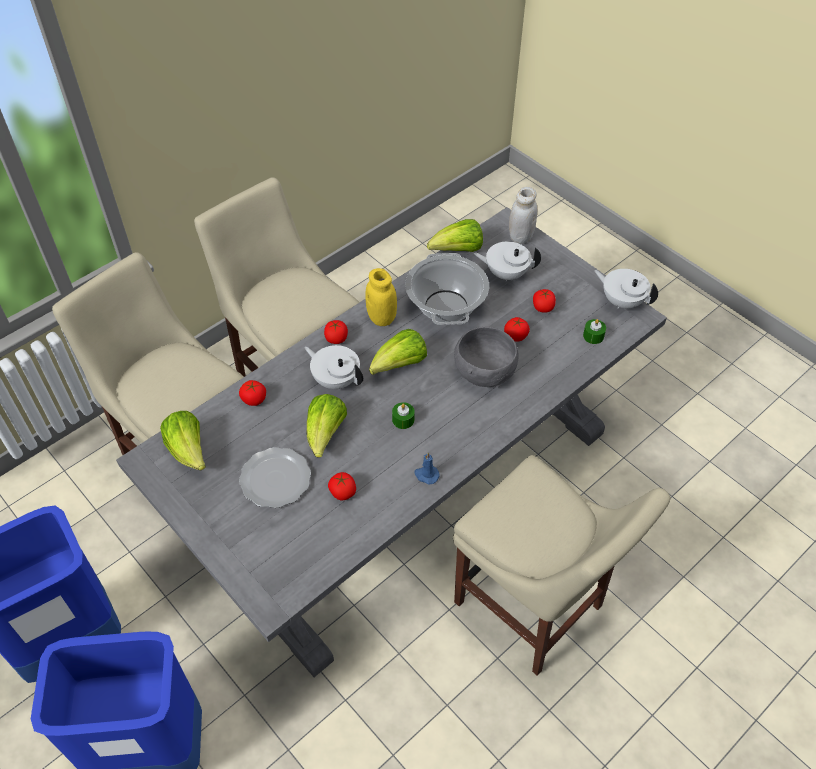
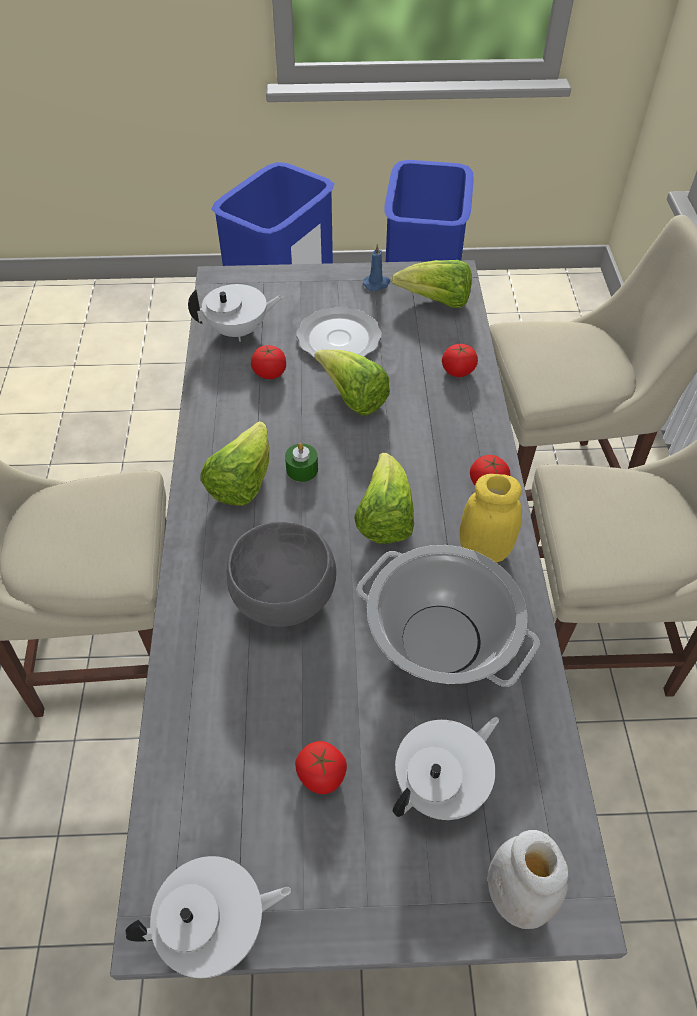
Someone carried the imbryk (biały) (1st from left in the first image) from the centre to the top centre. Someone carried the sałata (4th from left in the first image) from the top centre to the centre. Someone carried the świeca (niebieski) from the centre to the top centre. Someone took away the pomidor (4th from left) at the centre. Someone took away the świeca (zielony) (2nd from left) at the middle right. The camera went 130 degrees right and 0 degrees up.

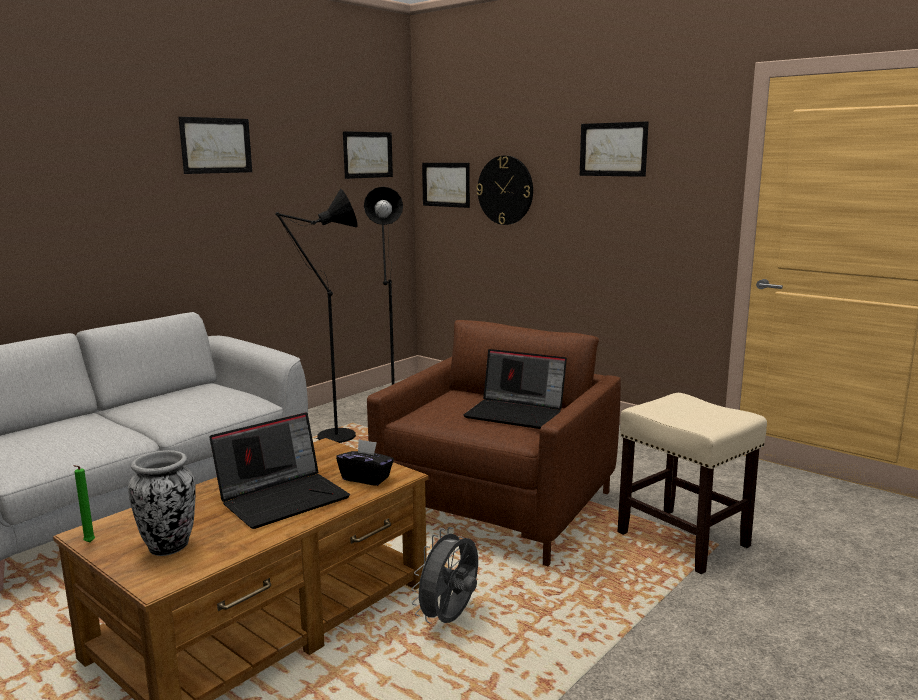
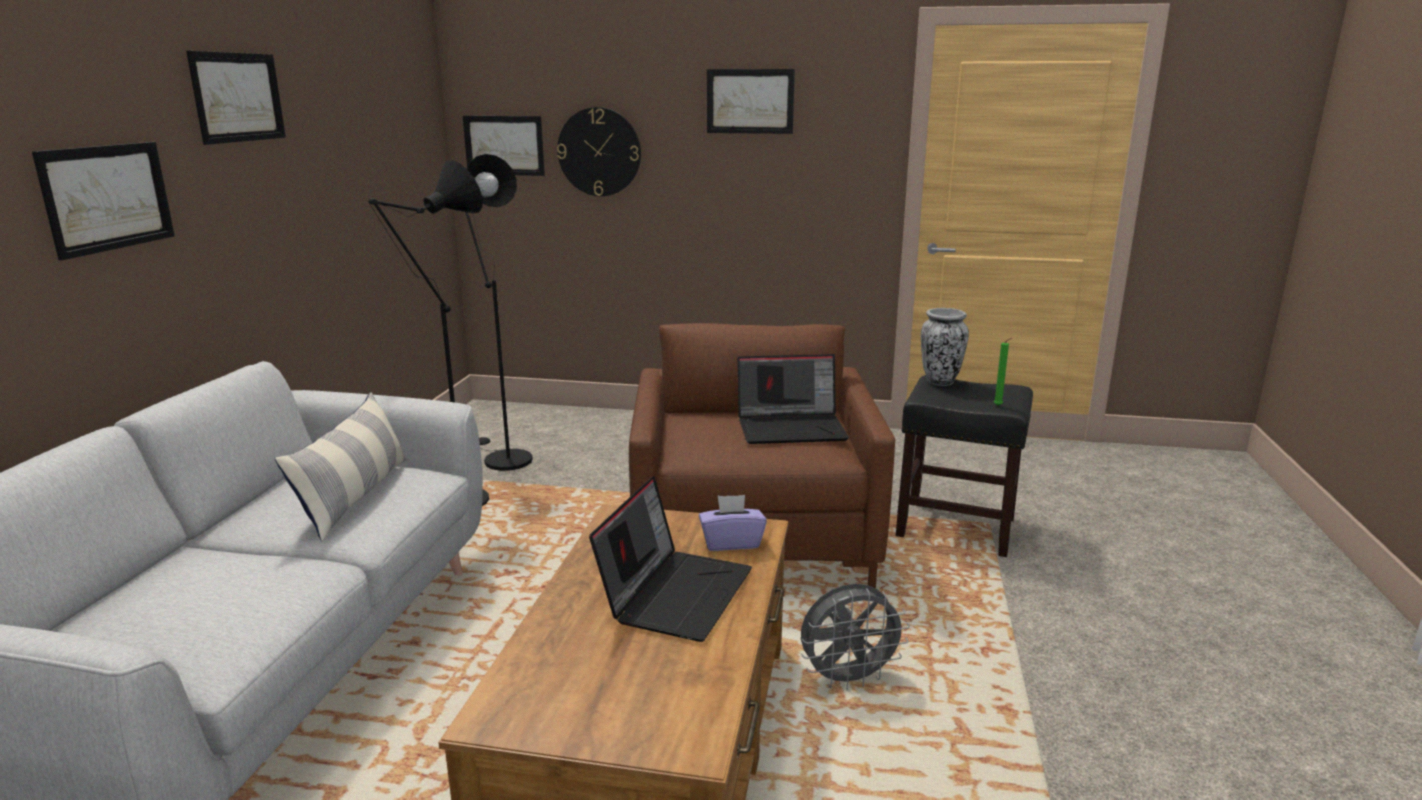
Someone carried the obraz (2nd from left in the first image) from the top centre to the top left. Someone put down the poduszka at the middle left. Someone repainted the pudełko chusteczek (czarny) at the centre, which became the pudełko chusteczek (fioletowy) at the centre. Someone rotated the wentylator (szary) at the bottom centre by 105 degrees counterclockwise. Someone repainted the stołek (beżowy) at the bottom right, which became the stołek (czarny) at the middle right. Someone carried the wazon from the bottom left to the centre. Someone carried the świeca (zielony) from the bottom left to the middle right. The camera went 30 degrees left and 5 degrees up.

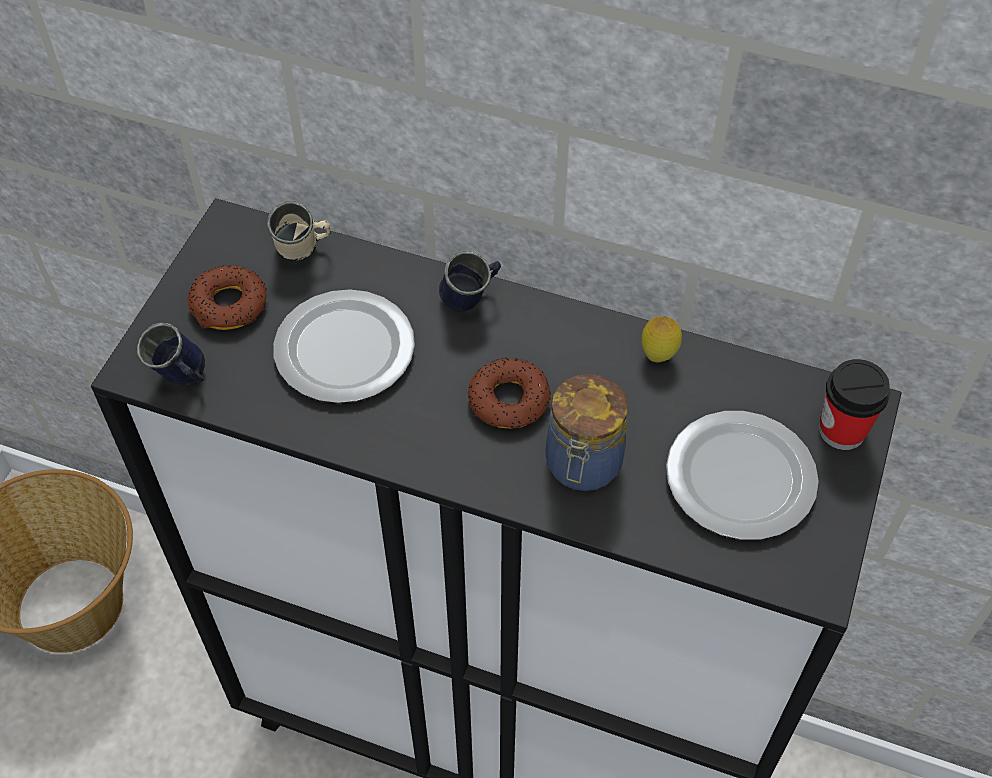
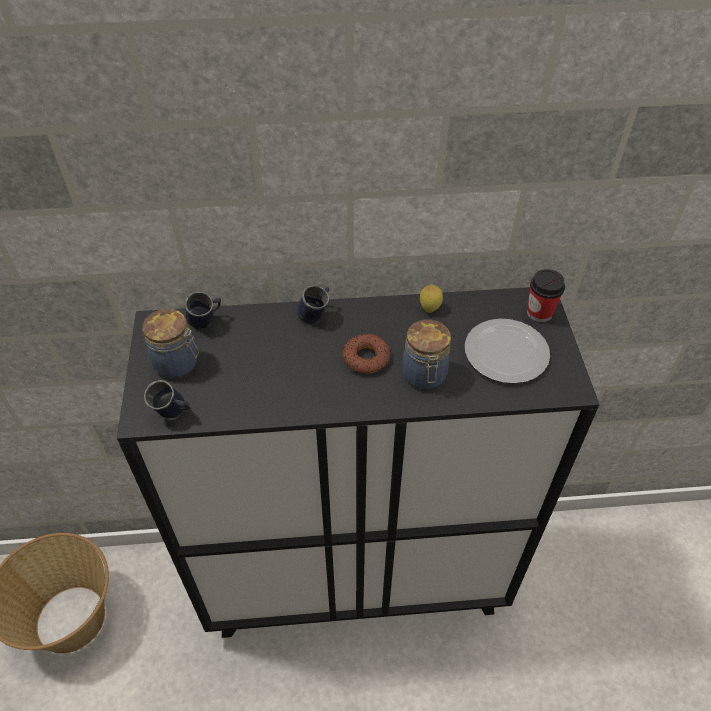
Someone swapped the donut (1st from left) at the middle left for the słoik (1st from left) at the middle left. Someone repainted the kubek (beżowy) at the top left, which became the kubek (niebieski) (2nd from left) at the middle left. Someone took away the talerz (1st from left) at the centre. The camera went 25 degrees left and 5 degrees down.

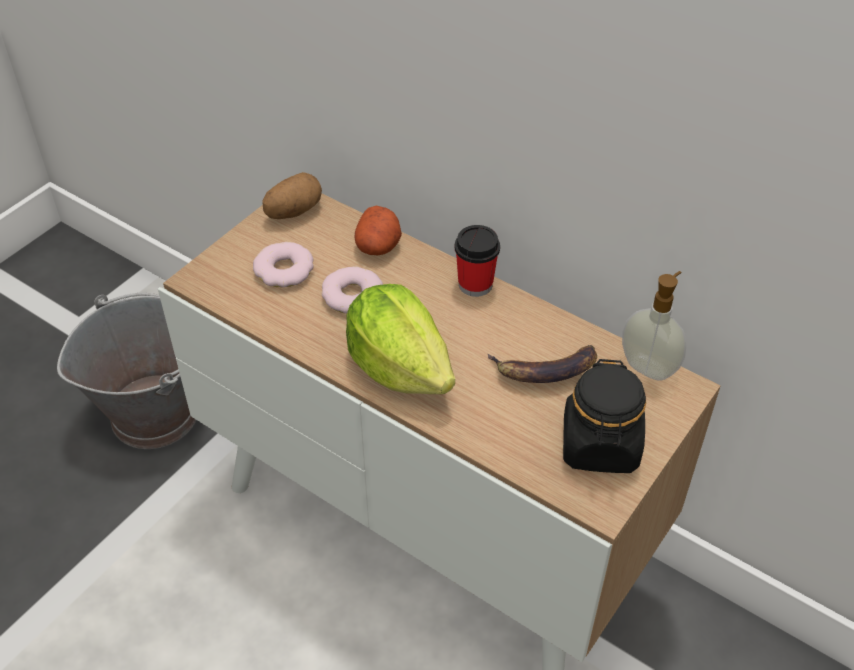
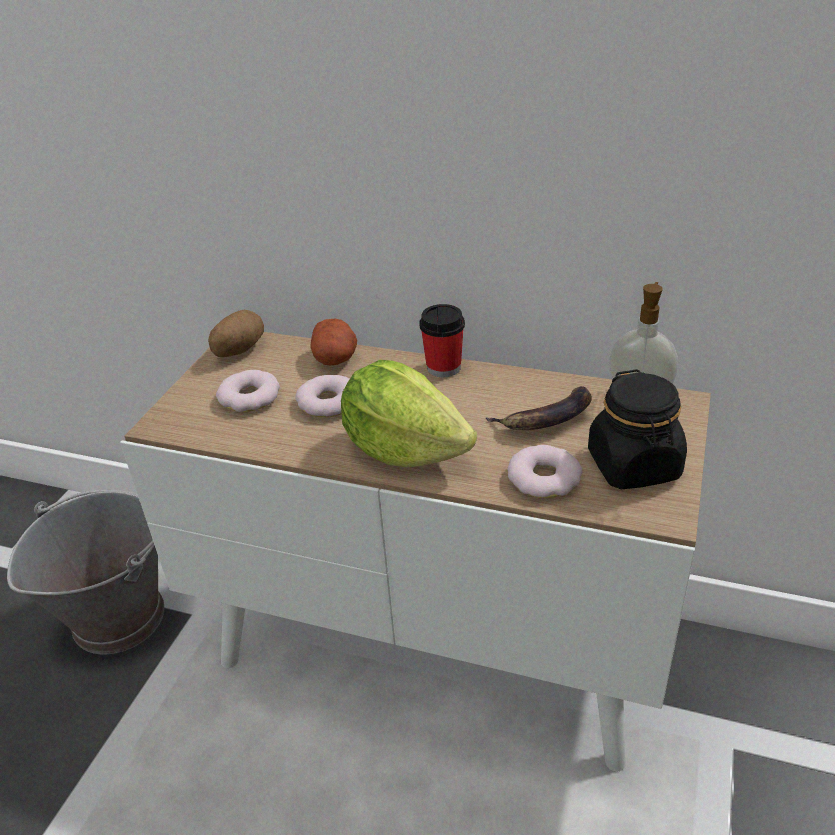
Someone put down the donut (3rd from left) at the centre. The camera went 15 degrees left and 10 degrees down.

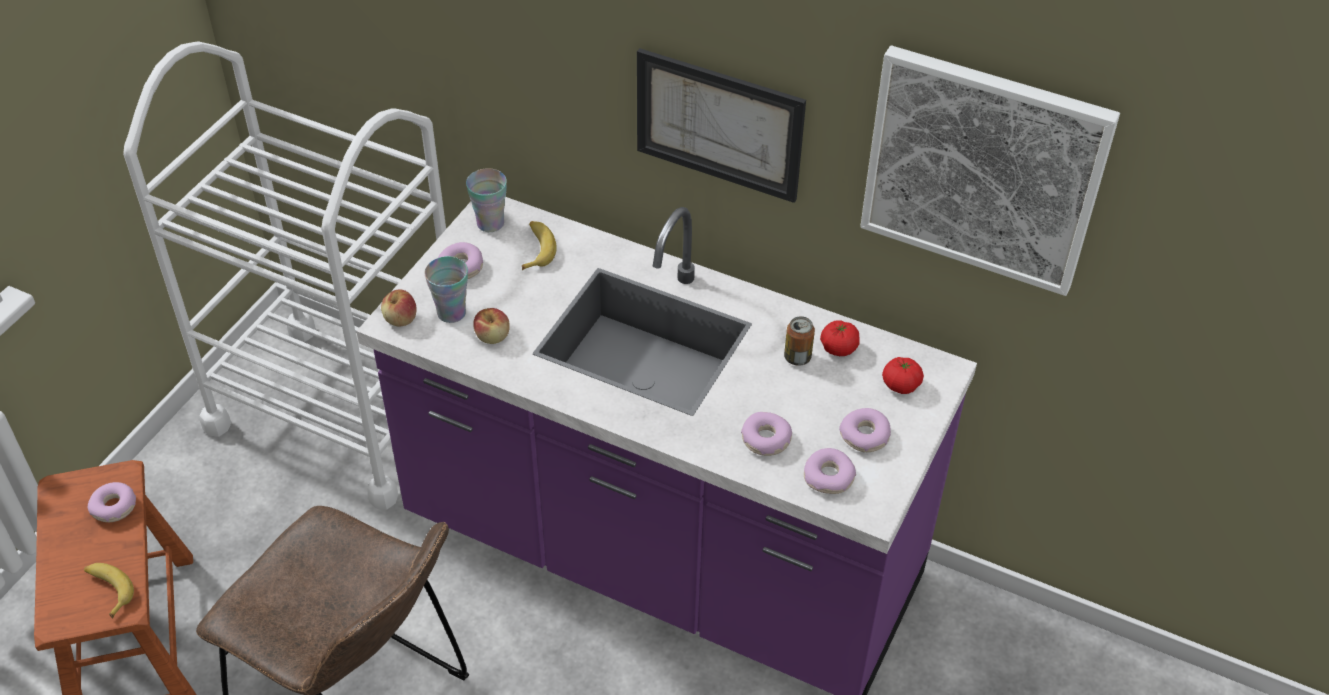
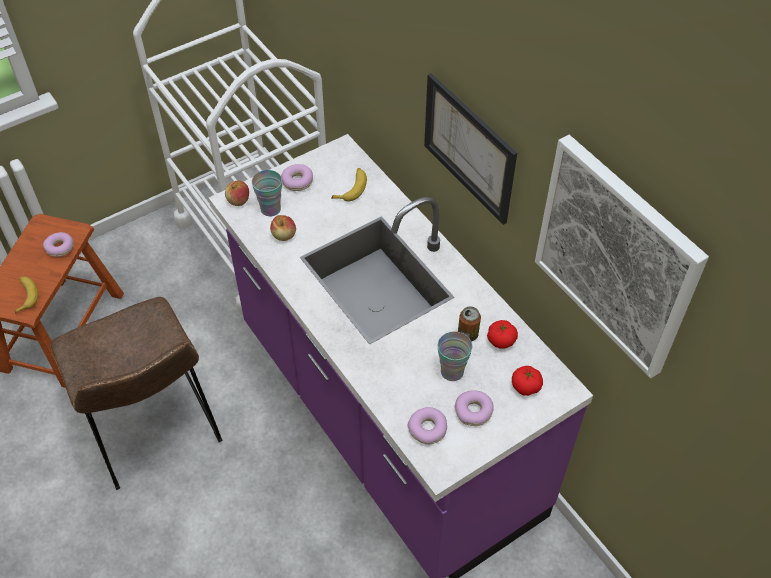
Someone carried the filiżanka (2nd from left) from the top centre to the centre. Someone took away the donut (3rd from left) at the centre. The camera went 30 degrees right and 5 degrees up.

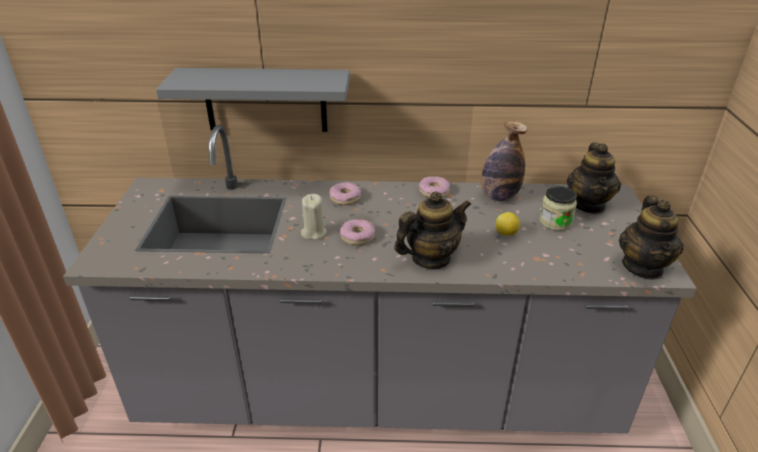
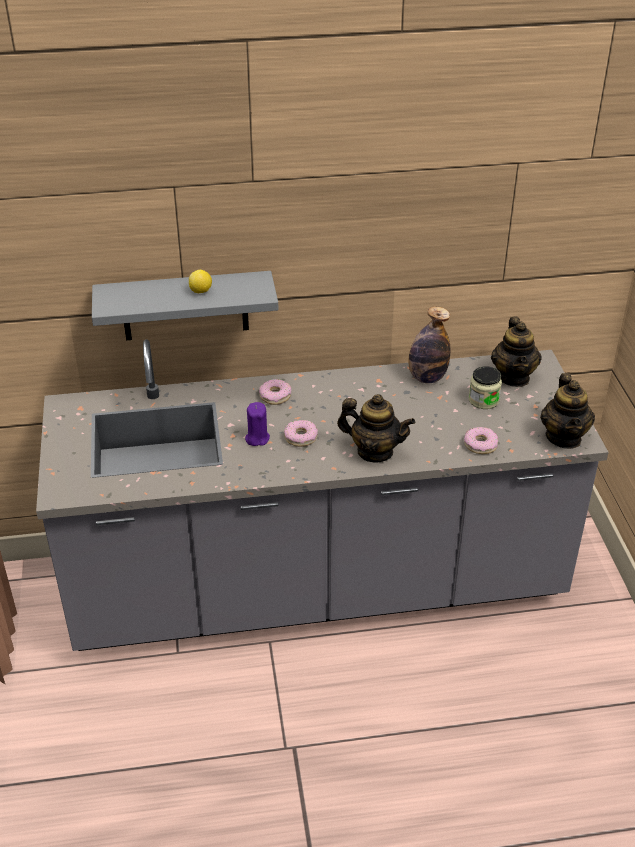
Someone carried the cytryna from the middle right to the top left. Someone repainted the świeca (beżowy) at the centre, which became the świeca (fioletowy) at the centre. Someone rotated the imbryk (1st from left) at the centre by 60 degrees clockwise. Someone carried the donut (3rd from left) from the centre to the middle right. The camera went 10 degrees left and 5 degrees up.

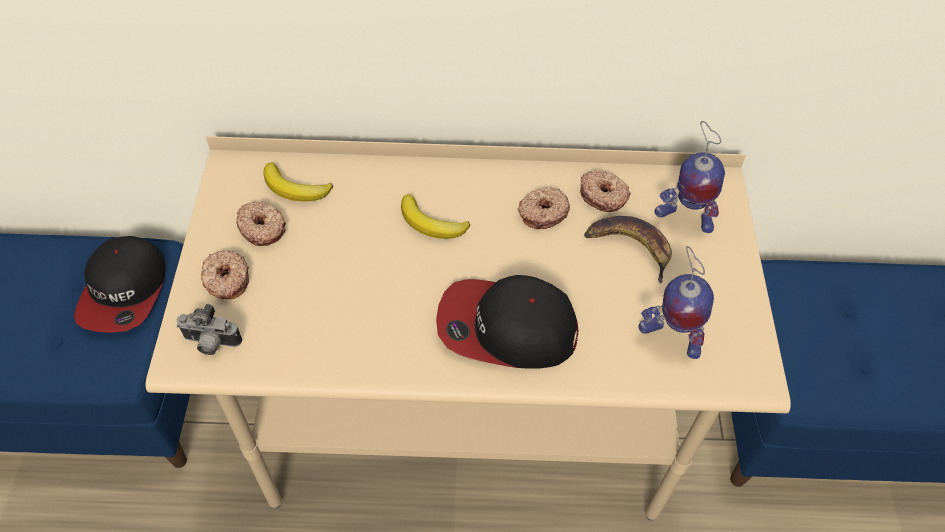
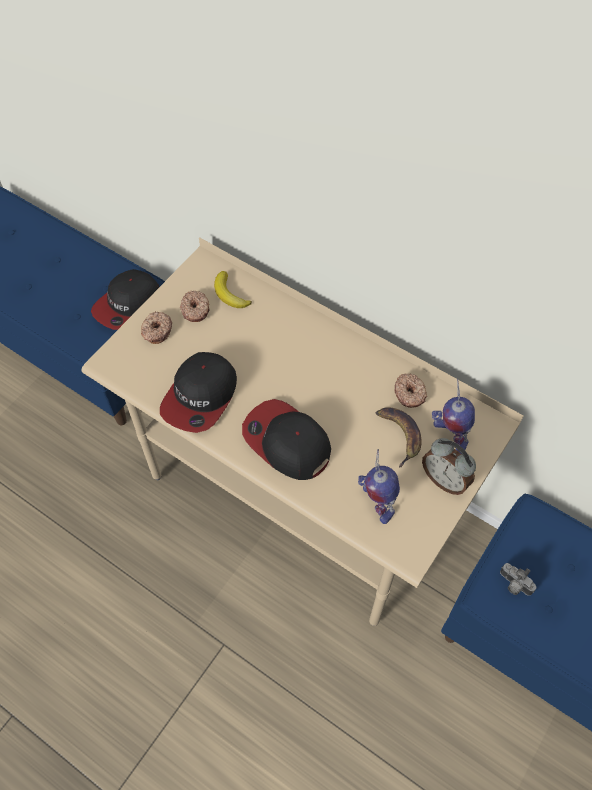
Someone put down the czapka z daszkiem (2nd from left) at the centre. Someone put down the budzik at the middle right. Someone carried the aparat fotograficzny from the middle left to the bottom right. Someone took away the banan (2nd from left) at the centre. Someone took away the donut (3rd from left) at the centre. The camera went 35 degrees right and 5 degrees up.

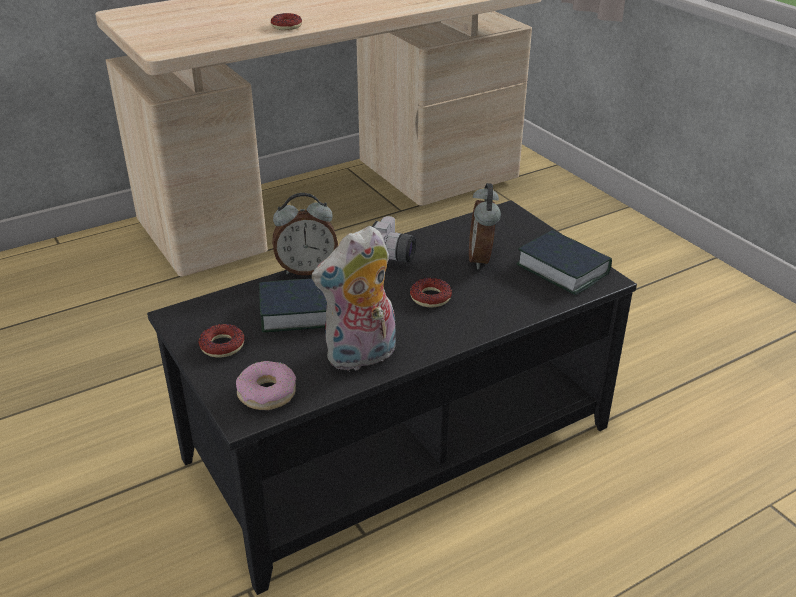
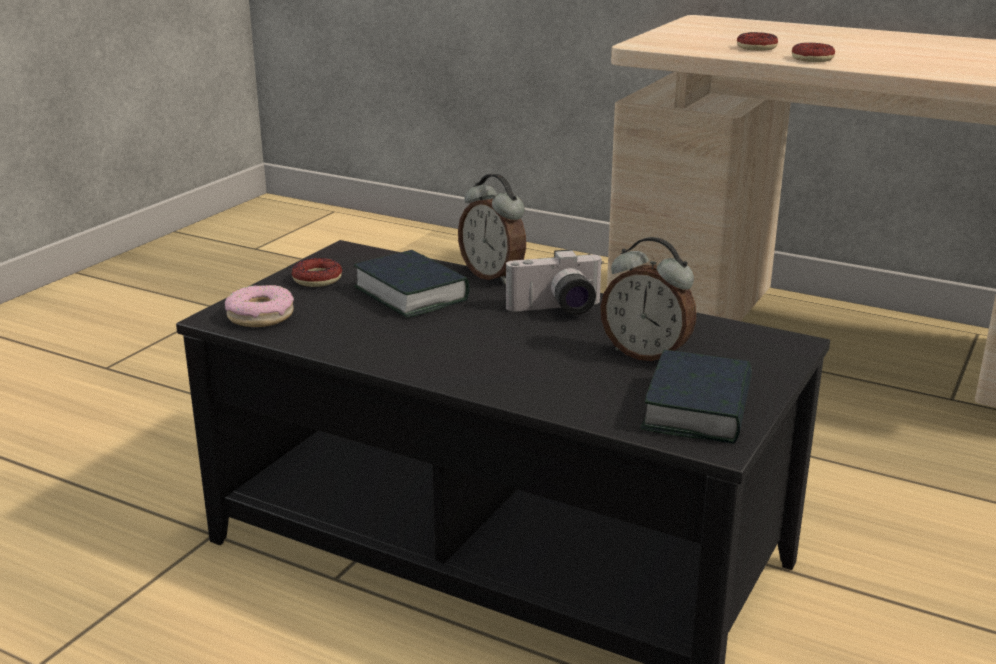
Someone rotated the budzik (2nd from left) at the centre by 120 degrees counterclockwise. Someone carried the donut (4th from left in the first image) from the centre to the top right. Someone took away the pluszak at the centre. The camera went 60 degrees right and 10 degrees down.

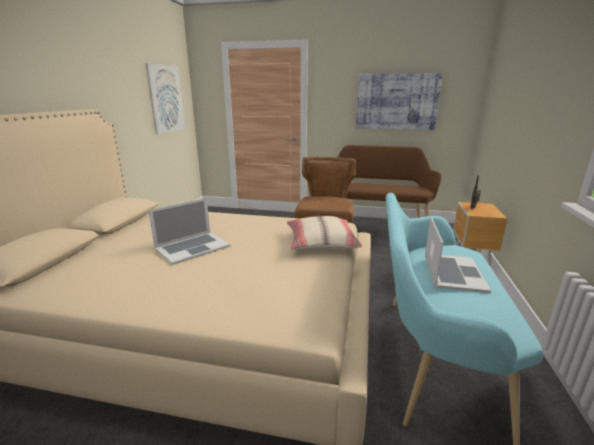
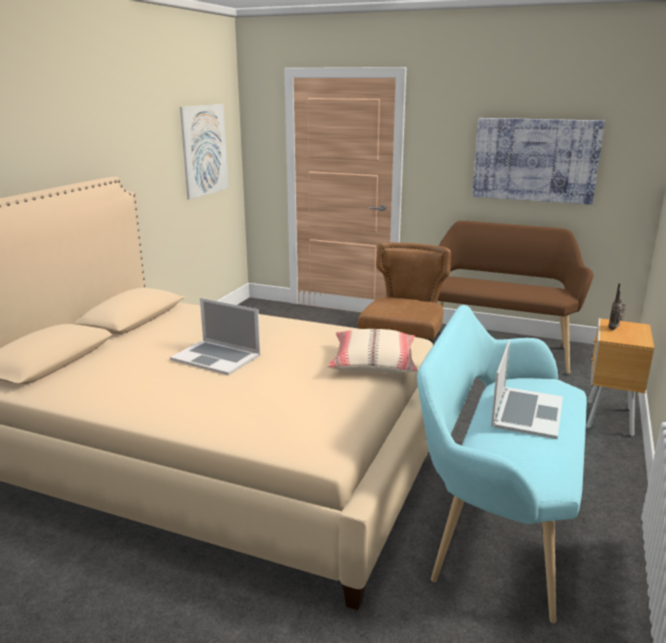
Someone rotated the laptop (1st from left) at the middle left by 60 degrees clockwise. The camera went 10 degrees right and 0 degrees up.

